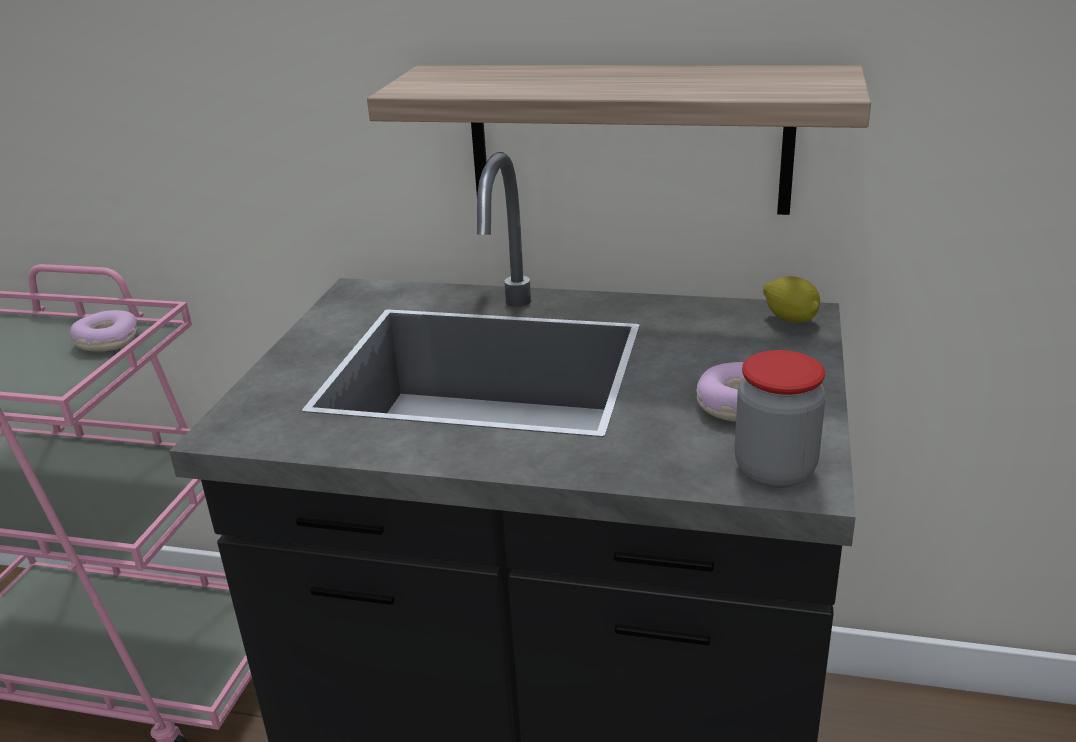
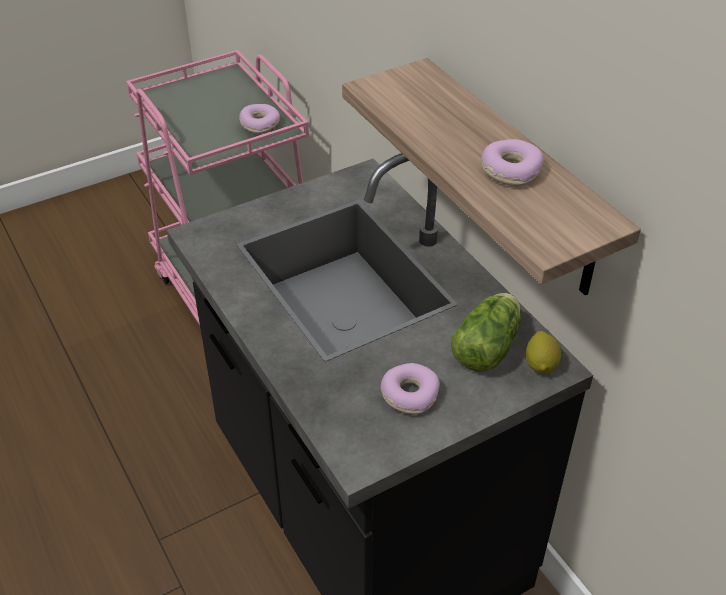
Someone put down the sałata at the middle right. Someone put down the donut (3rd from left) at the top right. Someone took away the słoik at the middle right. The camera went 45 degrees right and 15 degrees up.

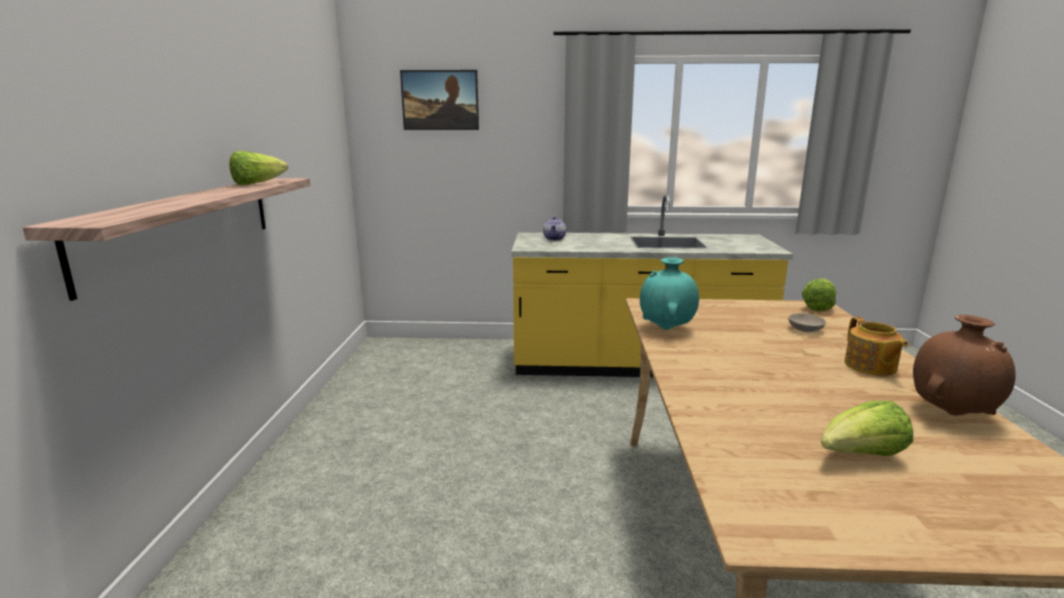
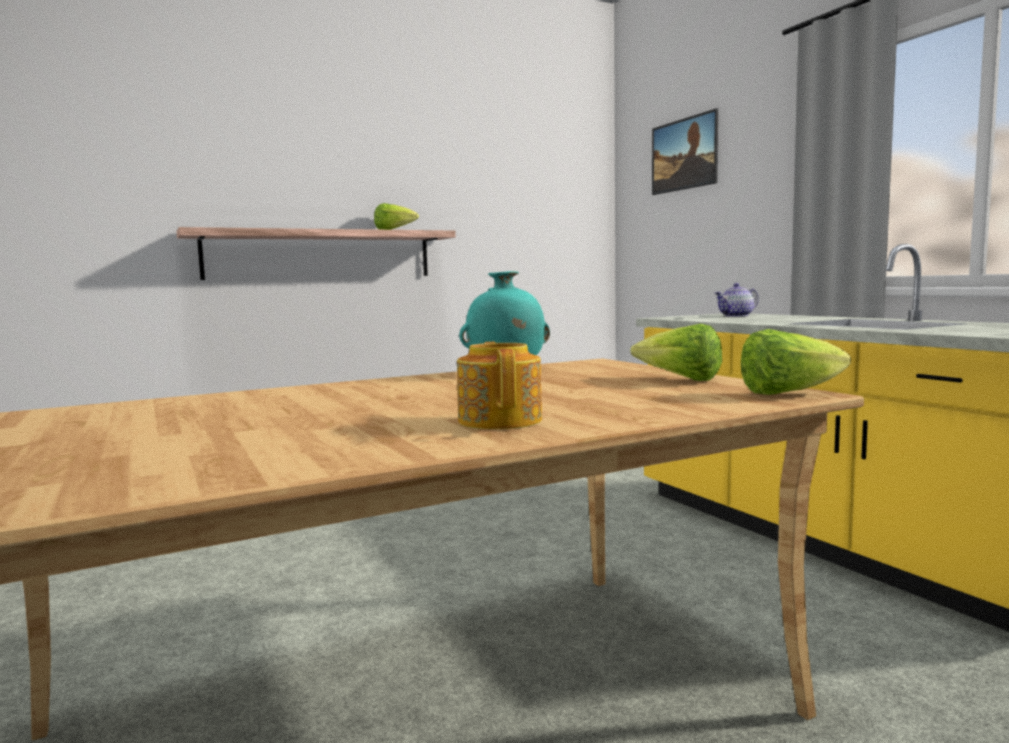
Someone rotated the imbryk (2nd from left in the first image) at the middle right by 120 degrees clockwise. Someone carried the sałata (3rd from left in the first image) from the bottom right to the middle right. Someone took away the miska (beżowy) at the middle right. Someone took away the wazon (brązowy) at the middle right. The camera went 60 degrees right and 10 degrees down.

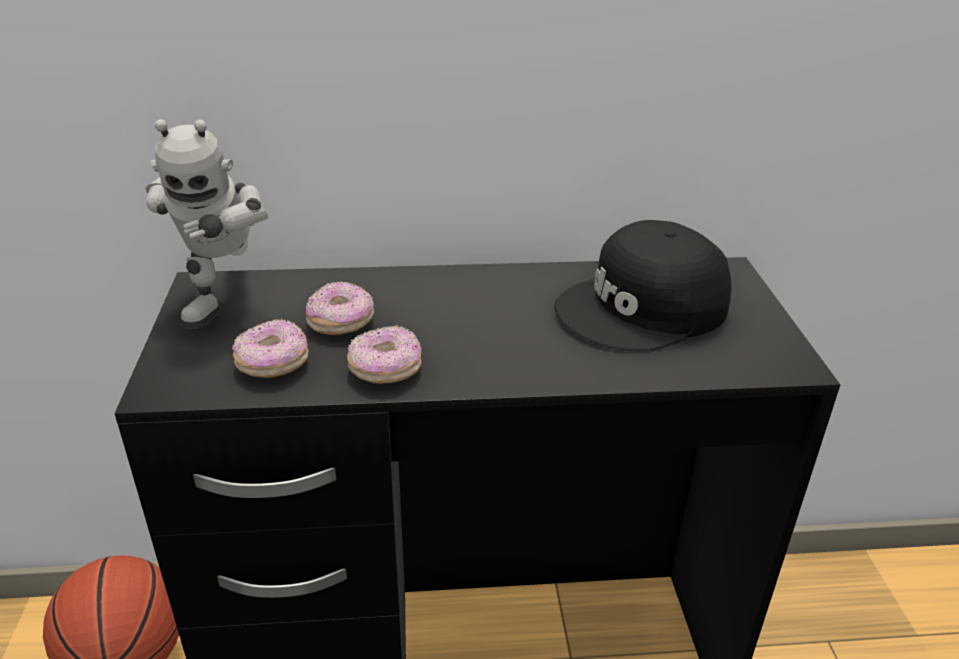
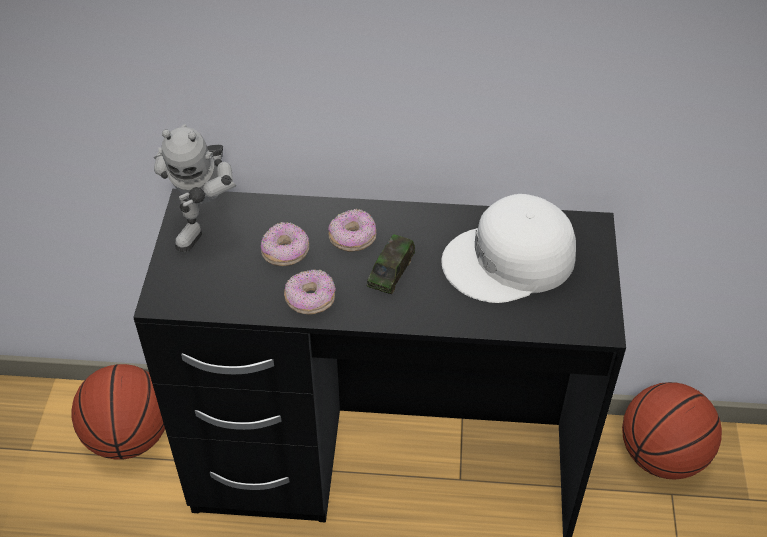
Someone carried the donut (1st from left in the first image) from the middle left to the centre. Someone put down the samochodzik at the centre. Someone repainted the czapka z daszkiem (czarny) at the middle right, which became the czapka z daszkiem (biały) at the centre. Someone put down the piłka do koszykówki (2nd from left) at the bottom right. The camera went 10 degrees right and 15 degrees up.

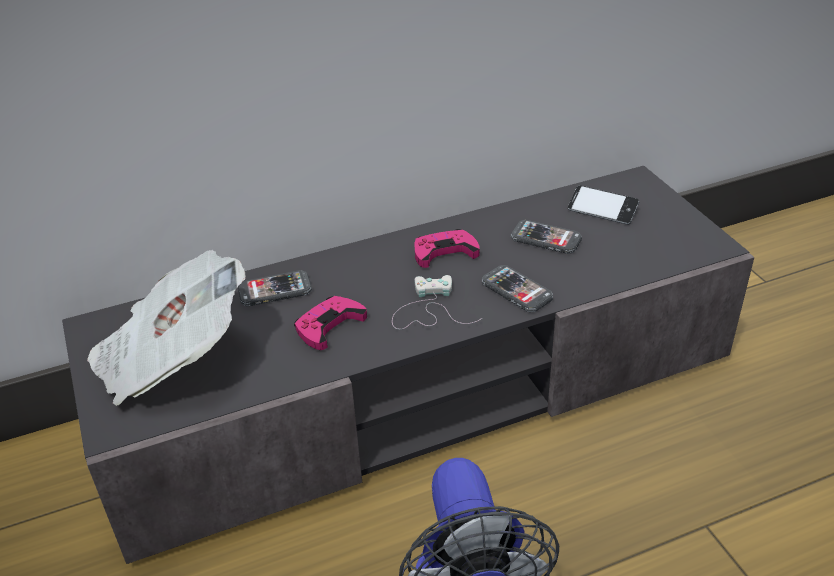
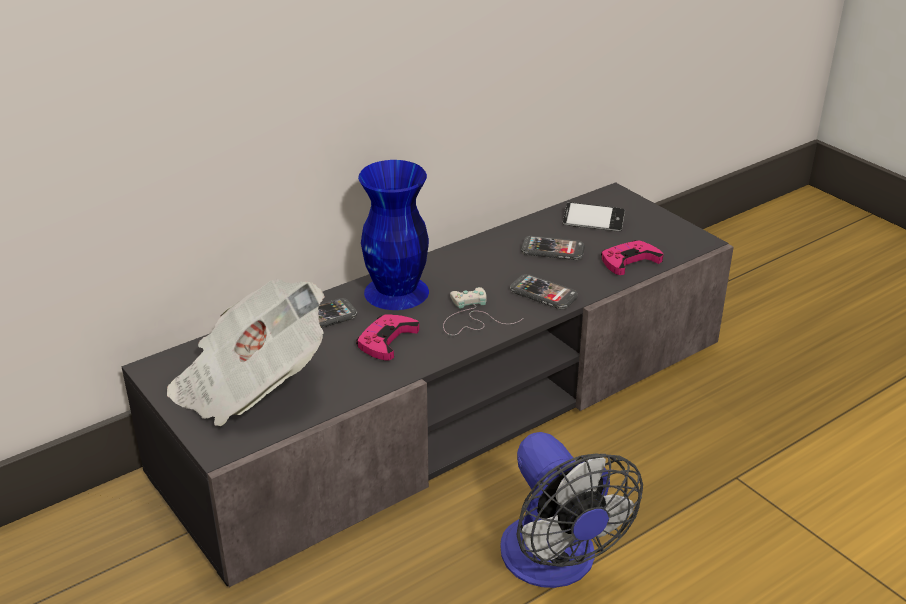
Someone put down the wazon (niebieski) at the centre. Someone carried the pad do gier (różowy) (2nd from left) from the centre to the middle right. The camera went 15 degrees left and 5 degrees down.

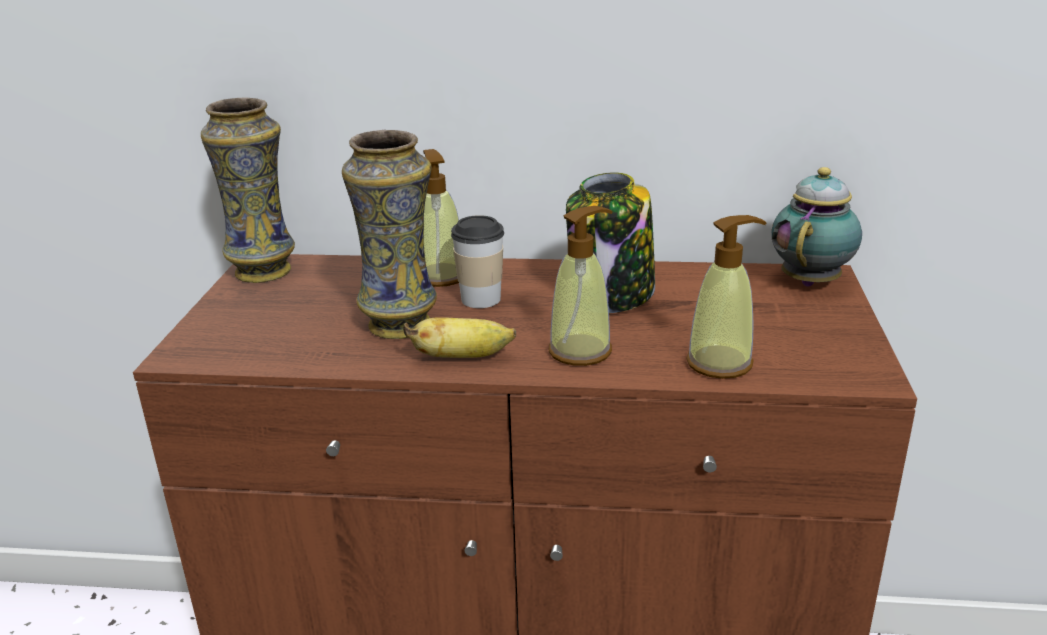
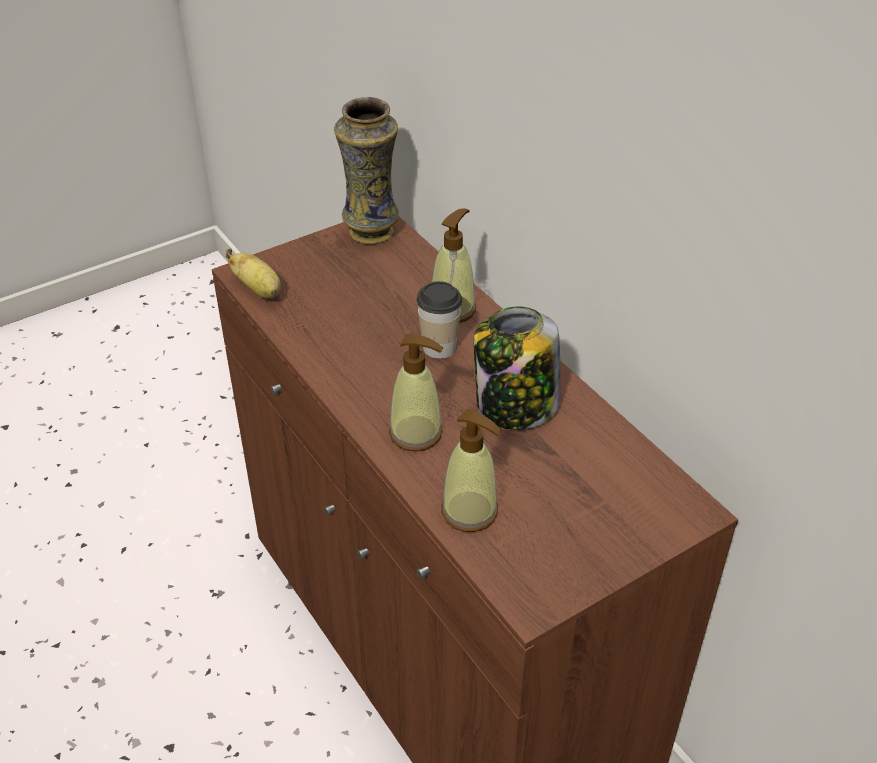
Someone carried the banan from the centre to the middle left. Someone took away the wazon (2nd from left) at the centre. Someone took away the imbryk at the middle right. The camera went 50 degrees right and 15 degrees up.

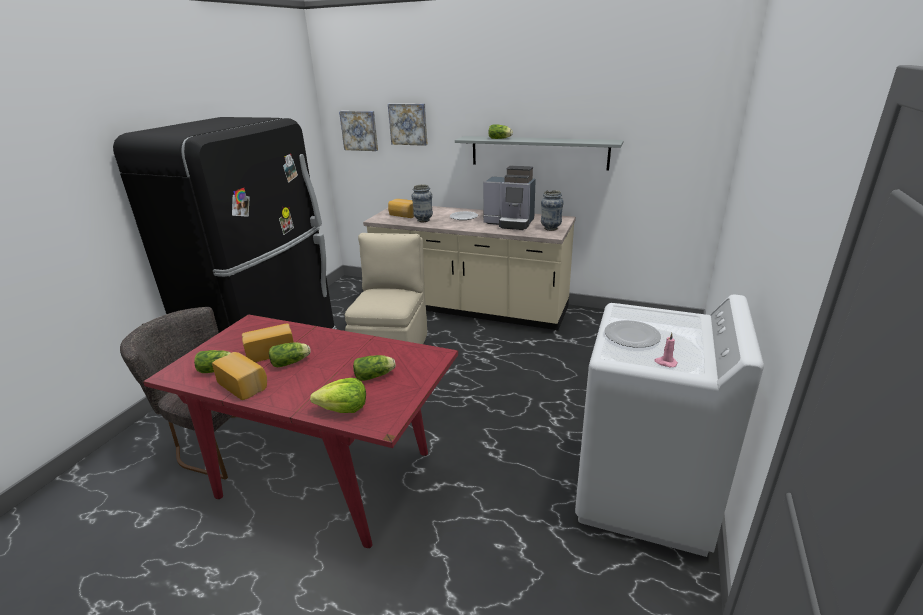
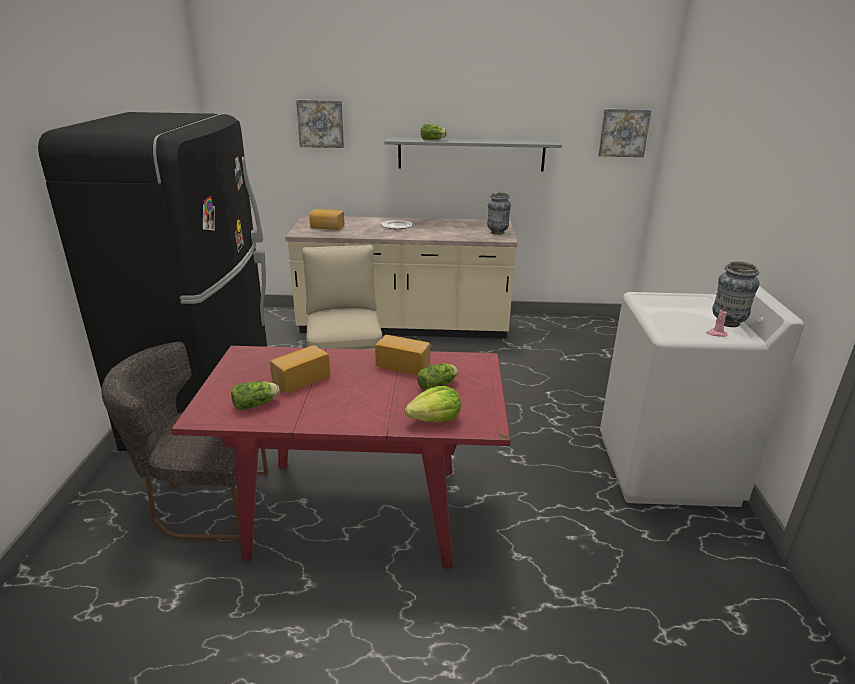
Someone carried the chleb (1st from left in the first image) from the middle left to the centre. Someone carried the obraz (1st from left in the first image) from the top centre to the top right. Someone carried the wazon (1st from left in the first image) from the top centre to the middle right. Someone took away the sałata (2nd from left) at the middle left. Someone took away the ekspres do kawy at the top centre. Someone took away the talerz (2nd from left) at the middle right. The camera went 20 degrees left and 0 degrees up.

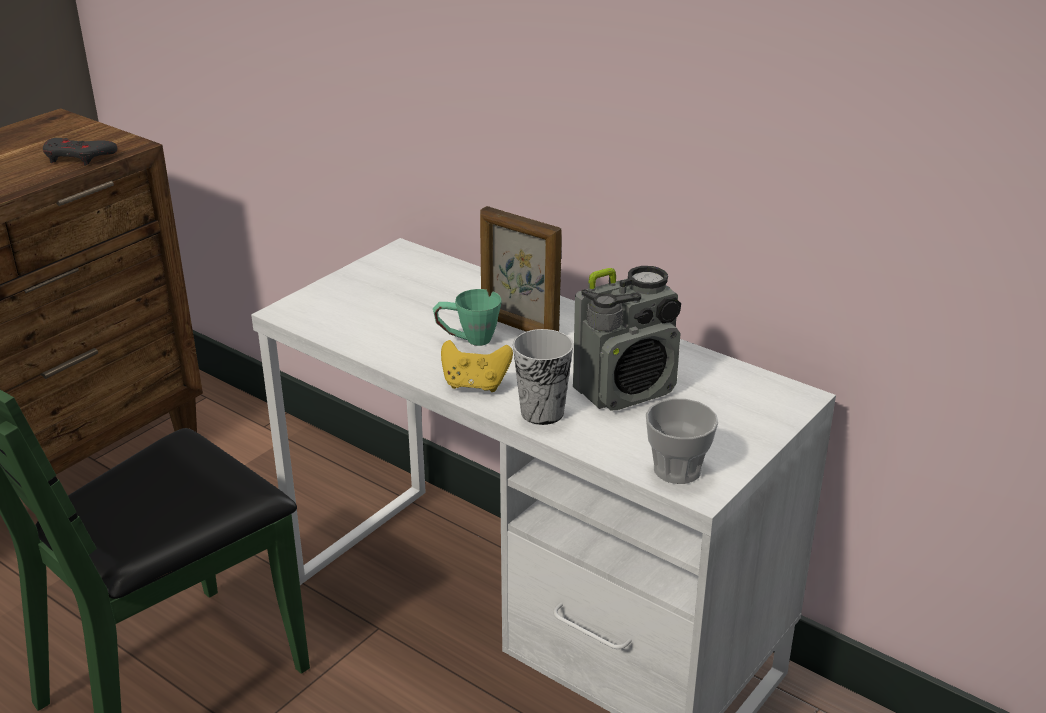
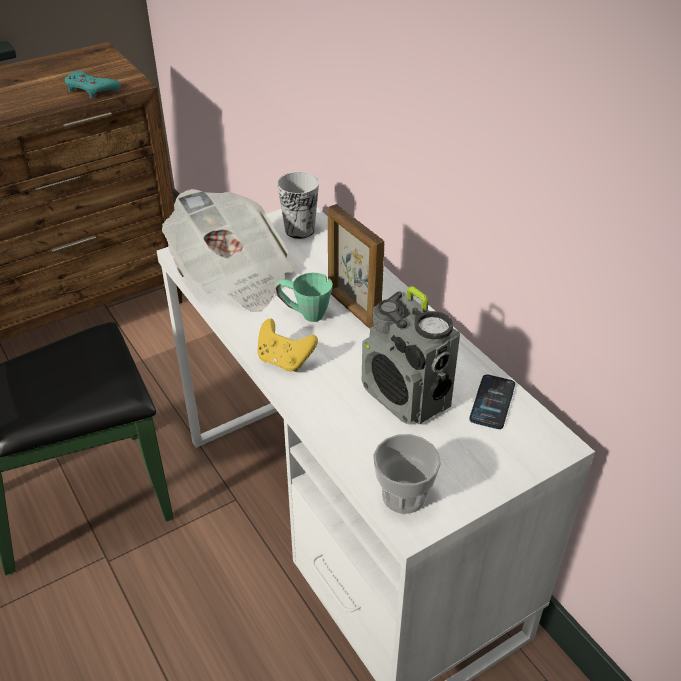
Someone repainted the pad do gier (szary) at the top left, which became the pad do gier (turkusowy) at the top left. Someone put down the gazeta at the centre. Someone carried the filiżanka (1st from left) from the centre to the top centre. Someone rotated the radio at the centre by 60 degrees clockwise. Someone put down the telefon at the middle right. The camera went 20 degrees right and 10 degrees up.

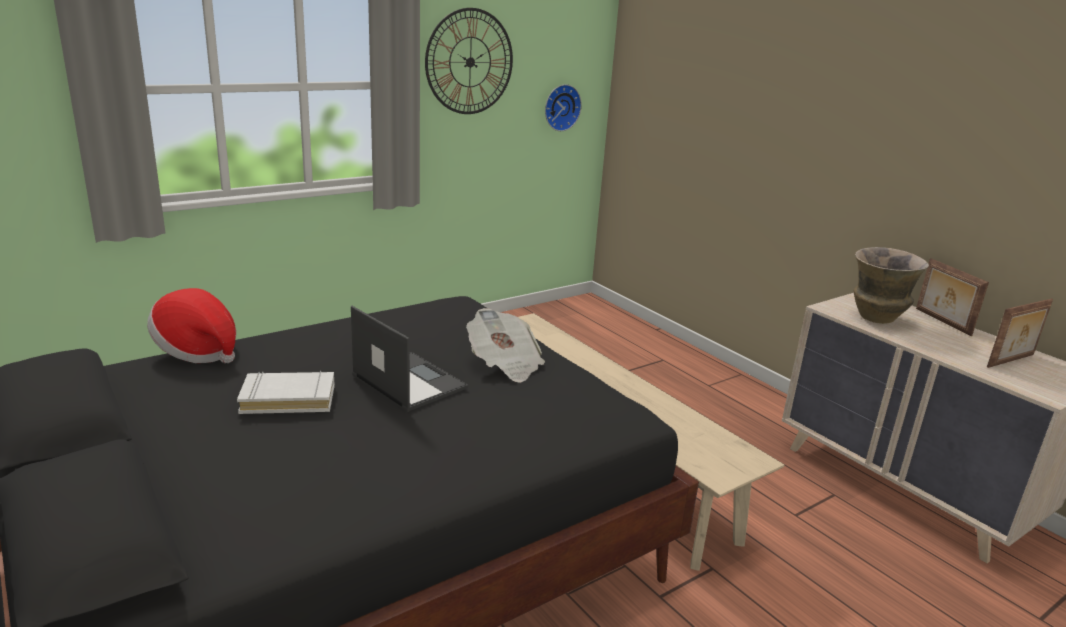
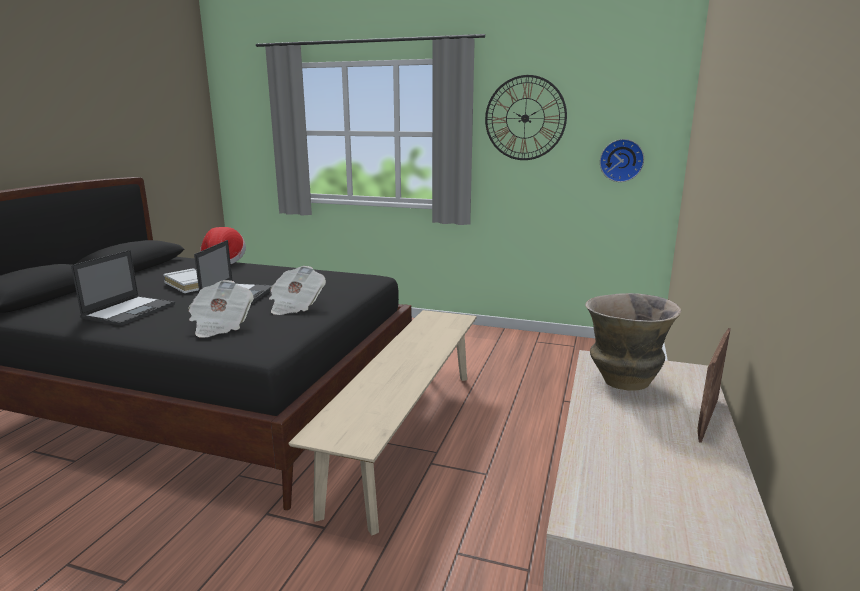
Someone put down the laptop (1st from left) at the middle left. Someone put down the gazeta (1st from left) at the middle left. Someone took away the ramka na zdjęcie (2nd from left) at the middle right. The camera went 55 degrees right and 5 degrees down.

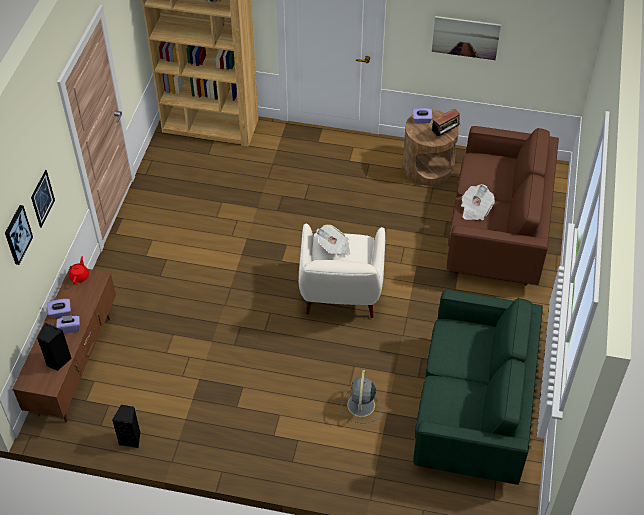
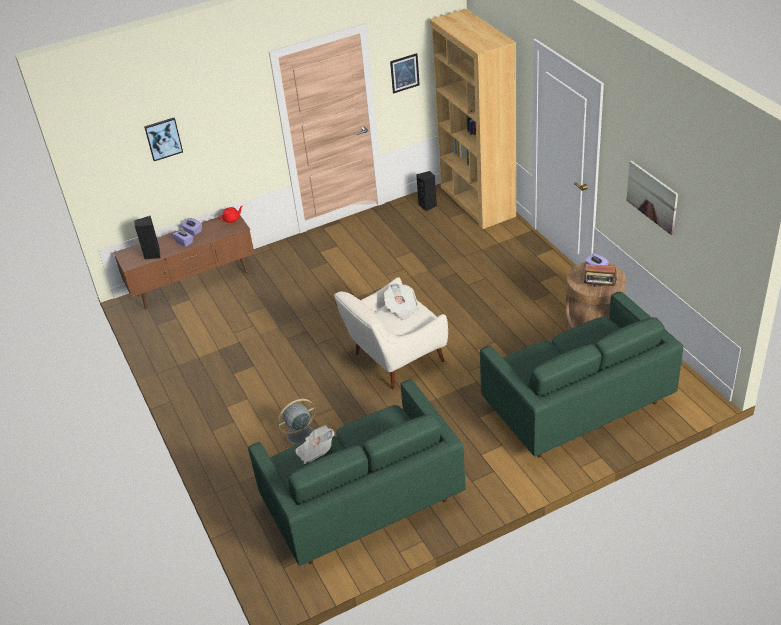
Someone carried the gazeta (2nd from left in the first image) from the middle right to the bottom centre. Someone carried the obraz (2nd from left) from the middle left to the top centre. Someone carried the głośnik (czarny) (2nd from left) from the bottom left to the top centre. Someone repainted the kanapa (brązowy) at the middle right, which became the kanapa (zielony) (2nd from left) at the middle right. The camera went 55 degrees right and 10 degrees down.

